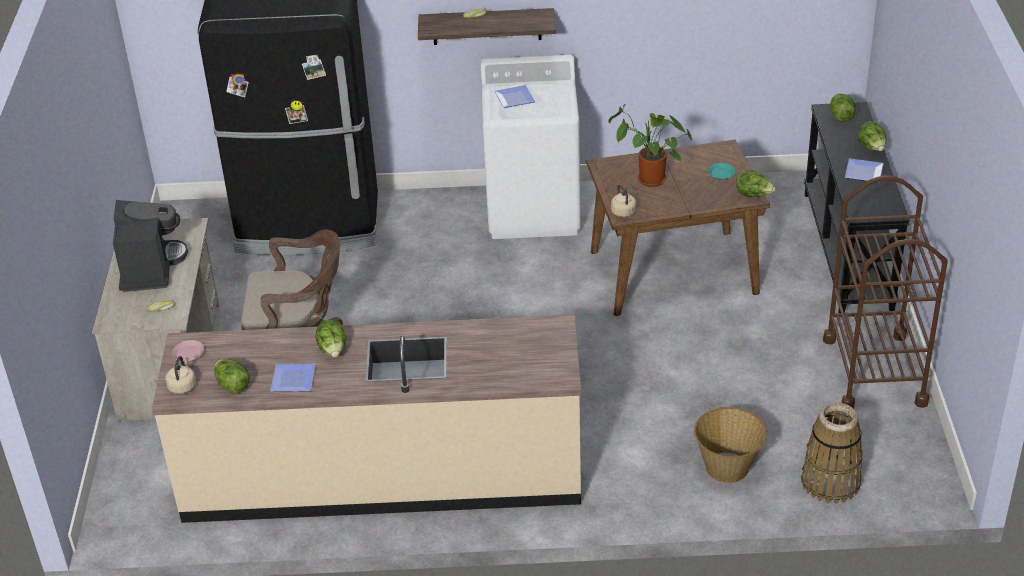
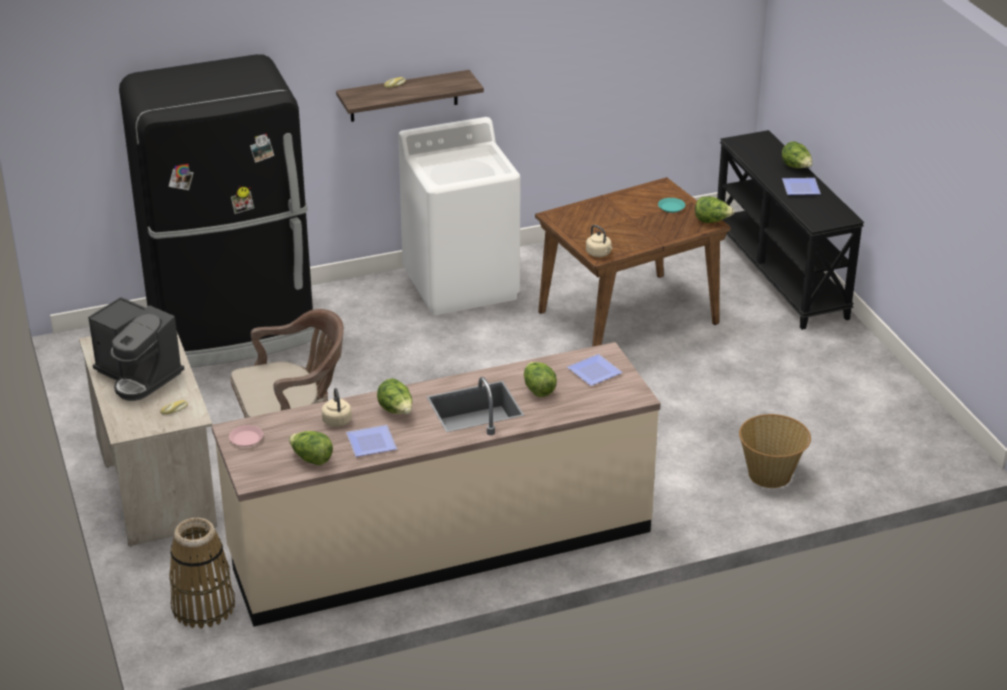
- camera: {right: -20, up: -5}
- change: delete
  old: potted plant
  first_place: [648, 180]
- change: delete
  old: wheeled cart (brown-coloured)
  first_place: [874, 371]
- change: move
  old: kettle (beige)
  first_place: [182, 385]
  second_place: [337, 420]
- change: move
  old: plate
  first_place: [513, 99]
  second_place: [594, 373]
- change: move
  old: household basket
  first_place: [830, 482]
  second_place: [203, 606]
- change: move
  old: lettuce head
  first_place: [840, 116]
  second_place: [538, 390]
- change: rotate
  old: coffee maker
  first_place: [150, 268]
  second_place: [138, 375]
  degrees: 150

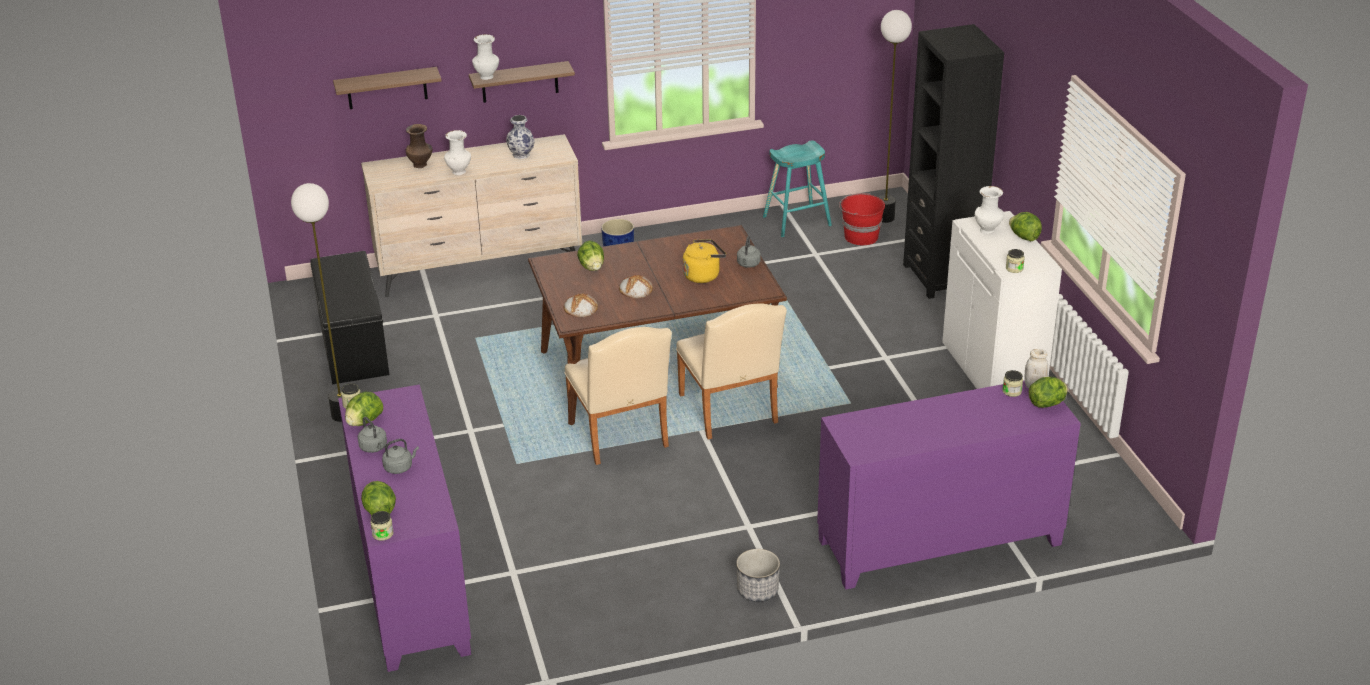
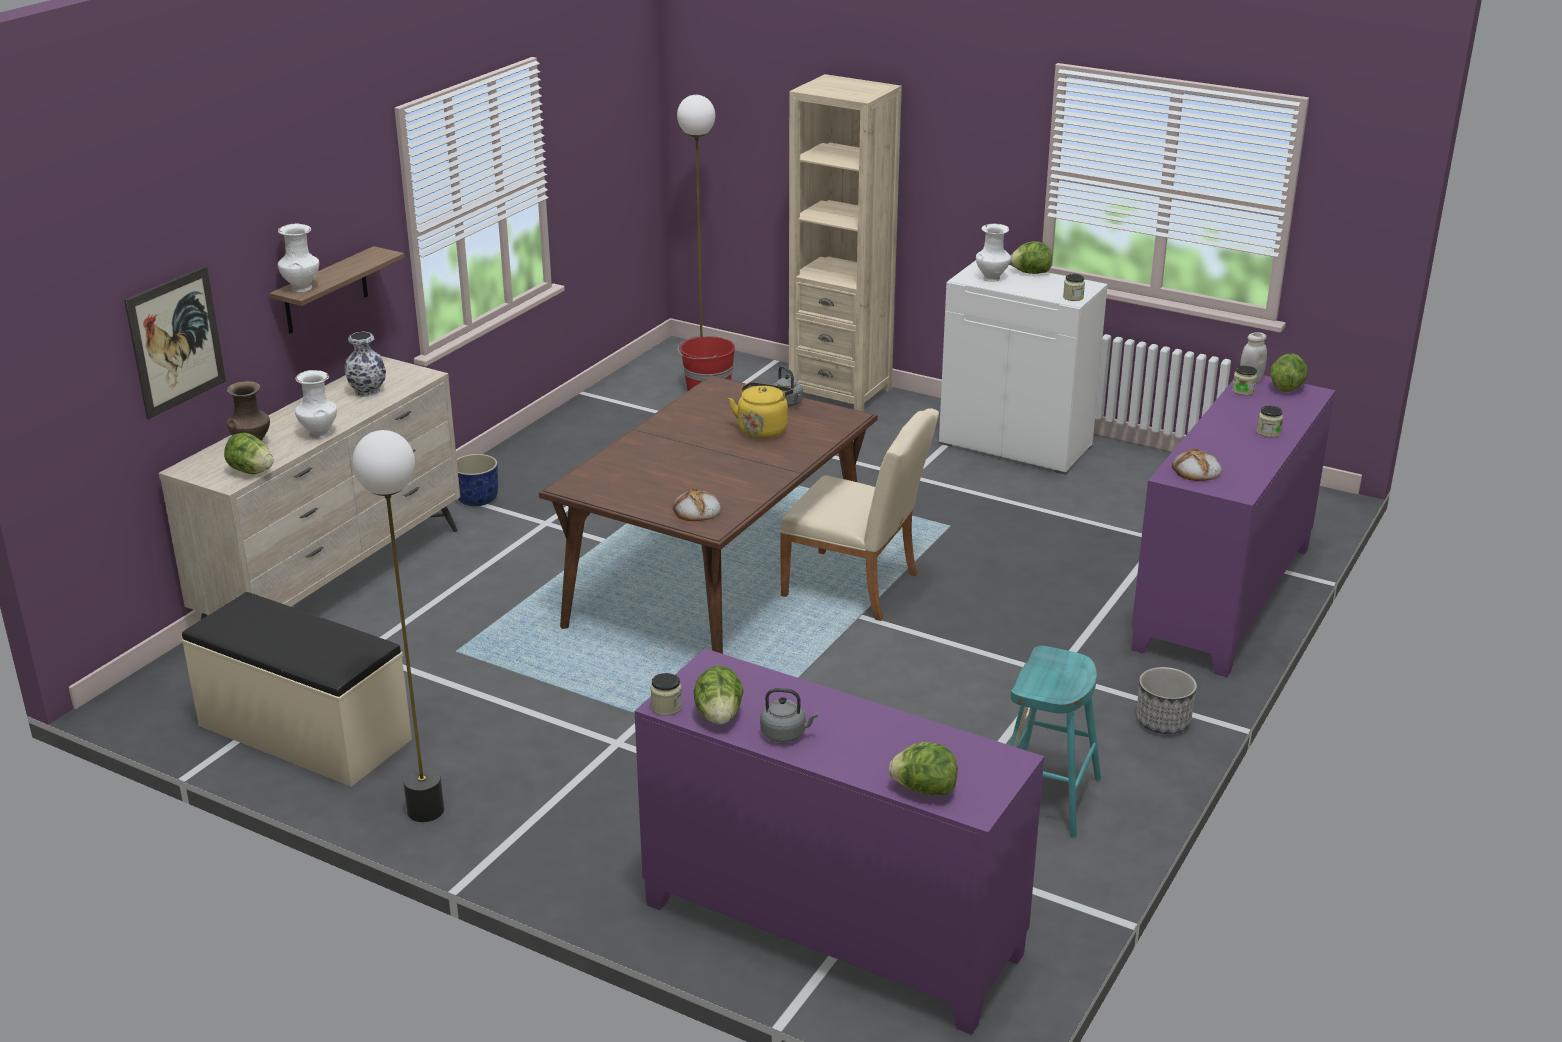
- camera: {right: -45, up: -5}
- change: delete
  old: kettle (grey)
  first_place: [400, 467]
- change: delete
  old: chair (beige)
  first_place: [620, 437]
- change: move
  old: storage jar
  first_place: [383, 534]
  second_place: [1268, 432]
- change: move
  old: lettuce head
  first_place: [592, 267]
  second_place: [251, 471]
- change: move
  old: bakery bread
  first_place: [635, 290]
  second_place: [1195, 471]
- change: move
  old: stool seat (blue-green)
  first_place: [797, 221]
  second_place: [1046, 797]
- change: replace
  old: bracket shelf
  new: picture
  first_place: [387, 88]
  second_place: [176, 341]
- change: recolor
  old: indoor bench (black)
  new: indoor bench (beige)
  first_place: [352, 345]
  second_place: [303, 733]
- change: recolor
  old: shelving unit (black)
  new: shelving unit (beige)
  first_place: [942, 277]
  second_place: [840, 392]

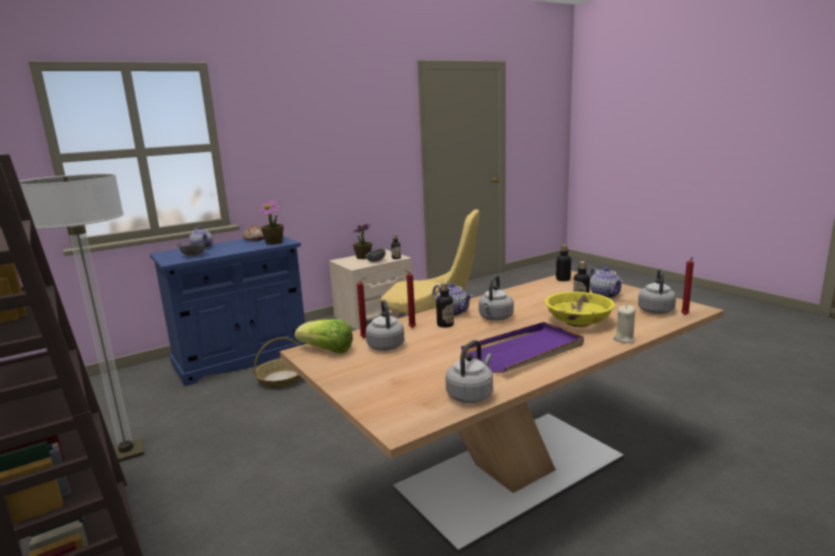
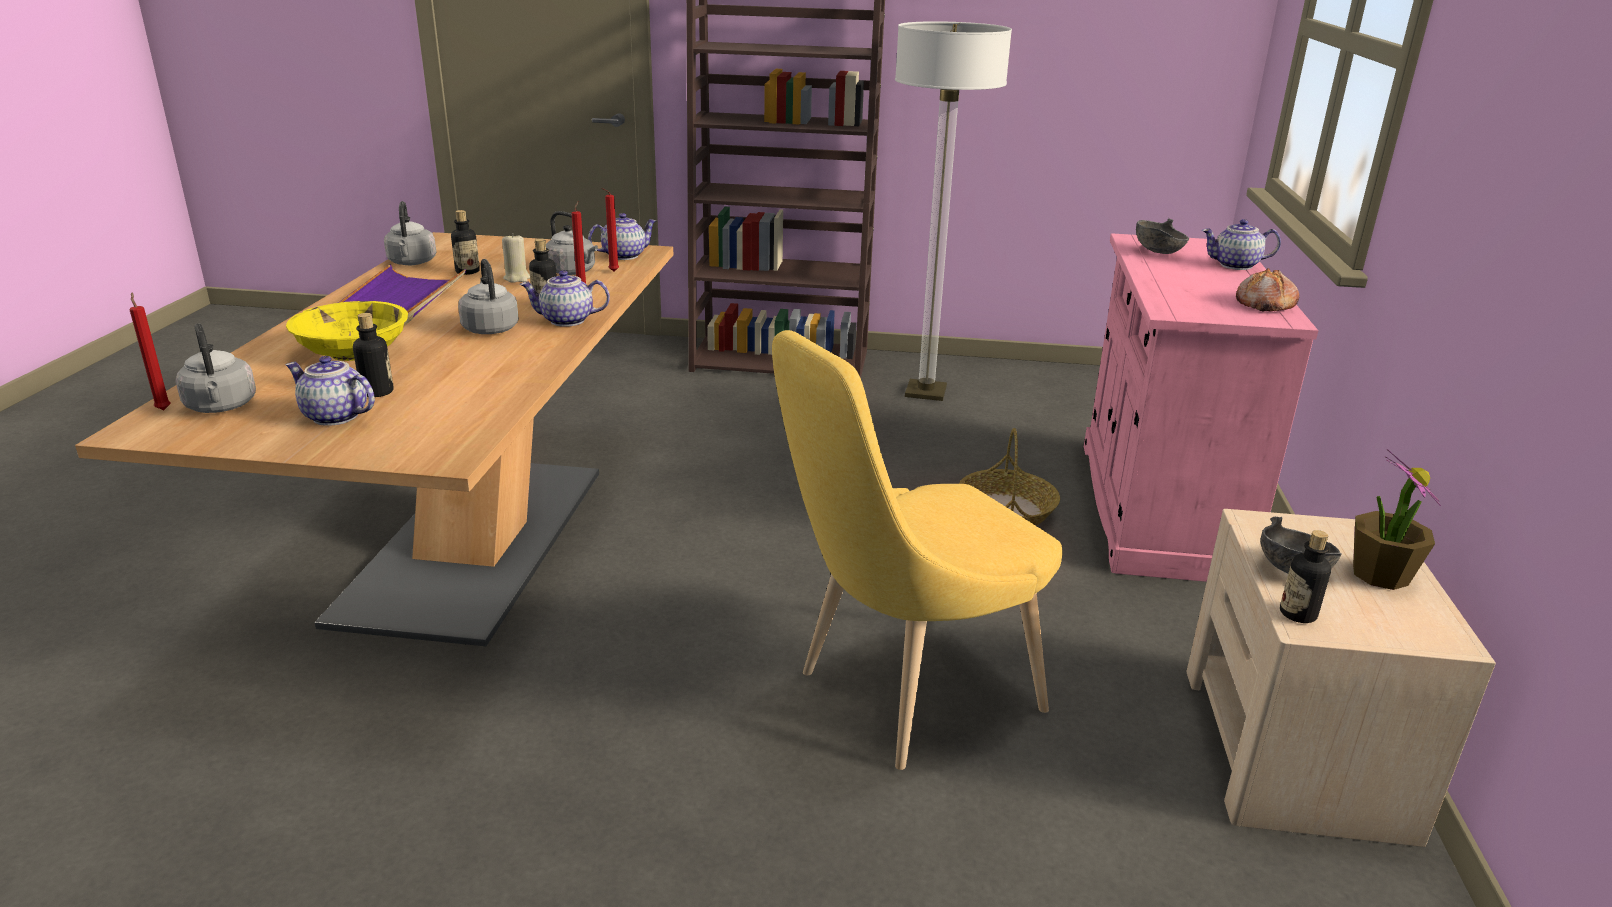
- camera: {right: 130, up: 10}
- change: delete
  old: potted plant
  first_place: [274, 242]
- change: move
  old: beverage bottle
  first_place: [563, 279]
  second_place: [467, 271]
- change: move
  old: wax candle (beige)
  first_place: [624, 339]
  second_place: [517, 278]
- change: replace
  old: lettuce head
  new: pot for tea
  first_place: [327, 350]
  second_place: [624, 255]
- change: recolor
  old: cabinet (blue)
  new: cabinet (pink)
  first_place: [242, 357]
  second_place: [1157, 508]

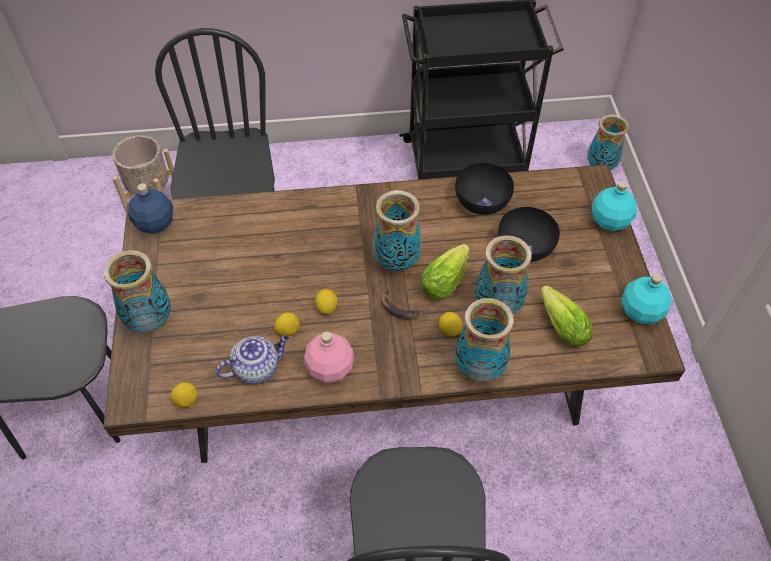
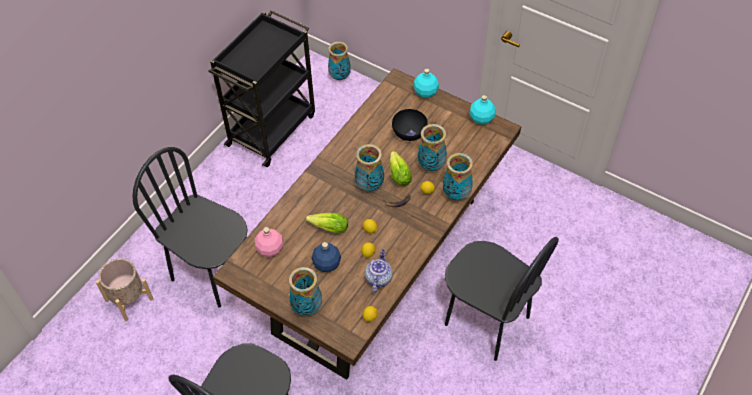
- camera: {right: -50, up: 0}
- change: delete
  old: bowl (black)
  first_place: [482, 201]
- change: move
  old: beverage bottle (blue)
  first_place: [155, 223]
  second_place: [326, 264]
- change: move
  old: beverage bottle (pink)
  first_place: [330, 367]
  second_place: [270, 249]
- change: move
  old: lettuce head
  first_place: [560, 323]
  second_place: [327, 227]

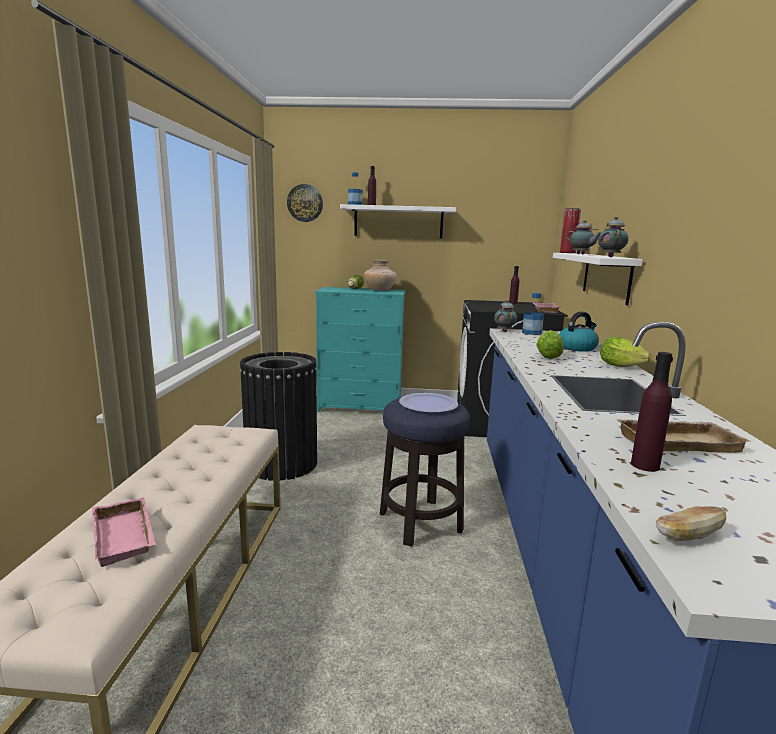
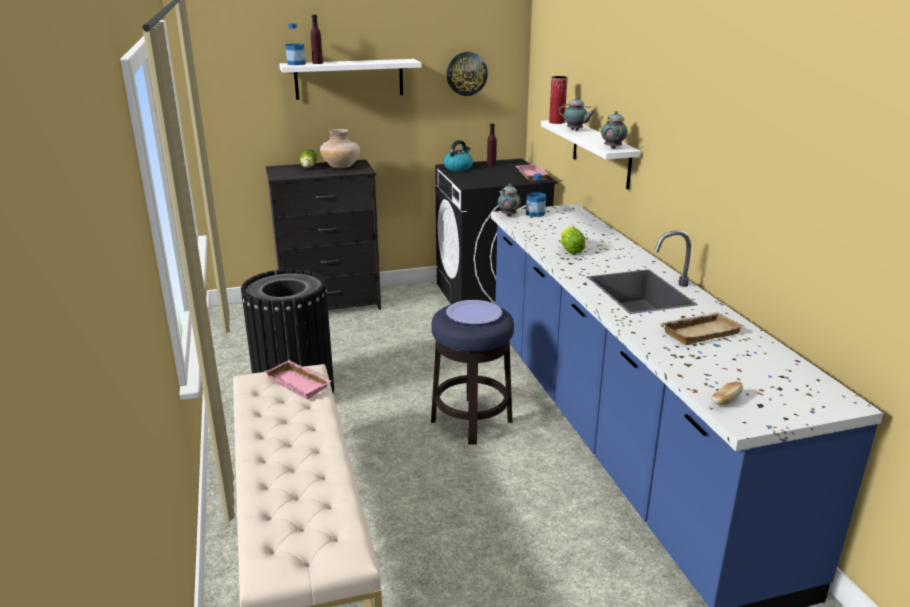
- camera: {right: -20, up: 10}
- change: delete
  old: lettuce head
  first_place: [623, 367]
- change: delete
  old: beverage bottle (purplish)
  first_place: [645, 465]
- change: move
  old: carrying tray (pink)
  first_place: [126, 536]
  second_place: [300, 383]
- change: move
  old: clock on the wall
  first_place: [305, 203]
  second_place: [466, 73]
- change: move
  old: kettle
  first_place: [577, 348]
  second_place: [458, 168]
- change: recolor
  old: chest of drawers (blue-green)
  new: chest of drawers (black)
  first_place: [361, 407]
  second_place: [331, 305]

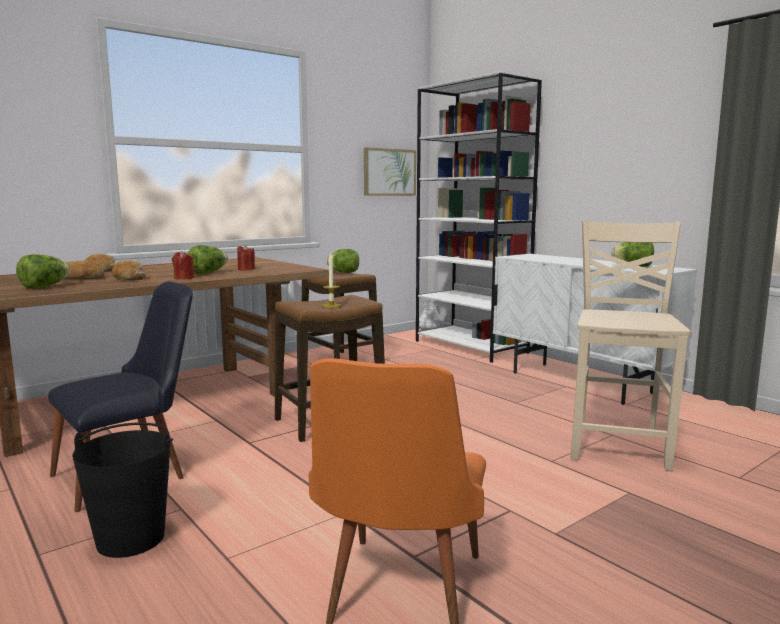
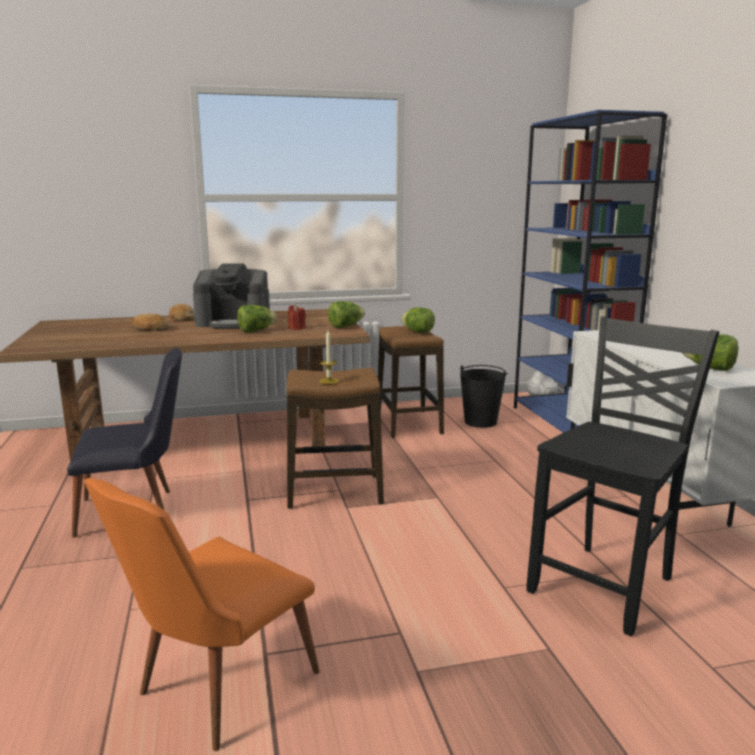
- camera: {right: 25, up: 5}
- change: delete
  old: bakery bread
  first_place: [128, 278]
- change: delete
  old: wax candle (red)
  first_place: [184, 278]
- change: delete
  old: picture
  first_place: [389, 172]
- change: insert
  new: coffee maker
  second_place: [234, 322]
- change: move
  old: lettuce head
  first_place: [44, 287]
  second_place: [346, 326]
- change: move
  old: bucket (black)
  first_place: [131, 538]
  second_place: [481, 422]
- change: recolor
  old: shelving unit (whitish)
  new: shelving unit (blue)
  first_place: [471, 347]
  second_place: [568, 424]
- change: recolor
  old: chair (beige)
  new: chair (black)
  first_place: [618, 444]
  second_place: [605, 585]

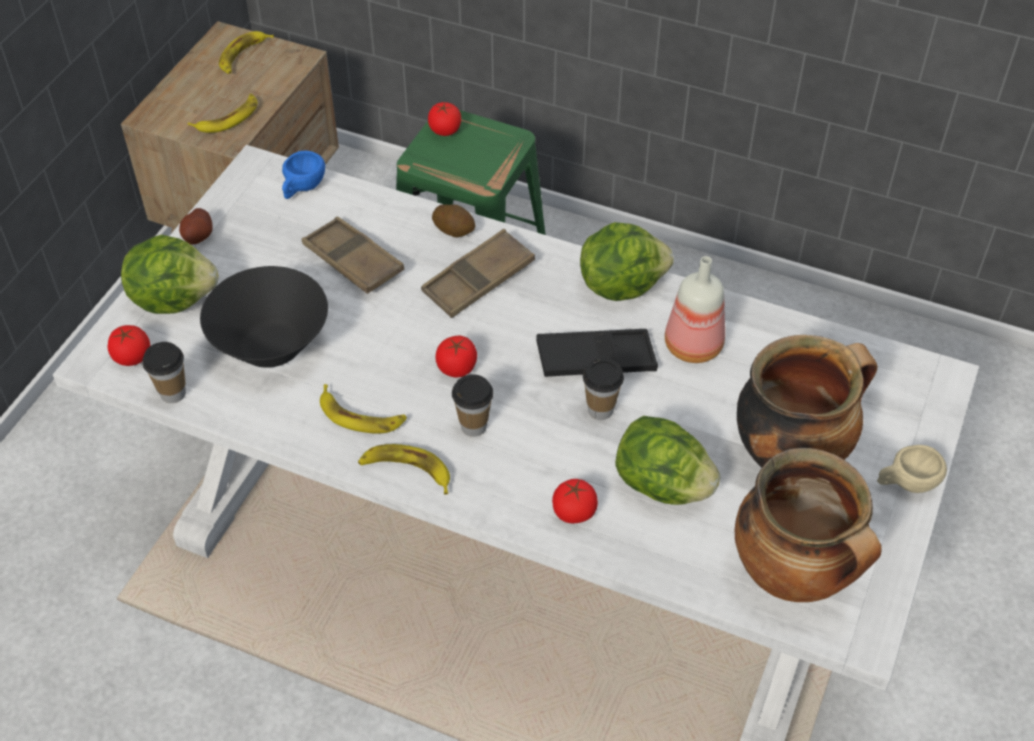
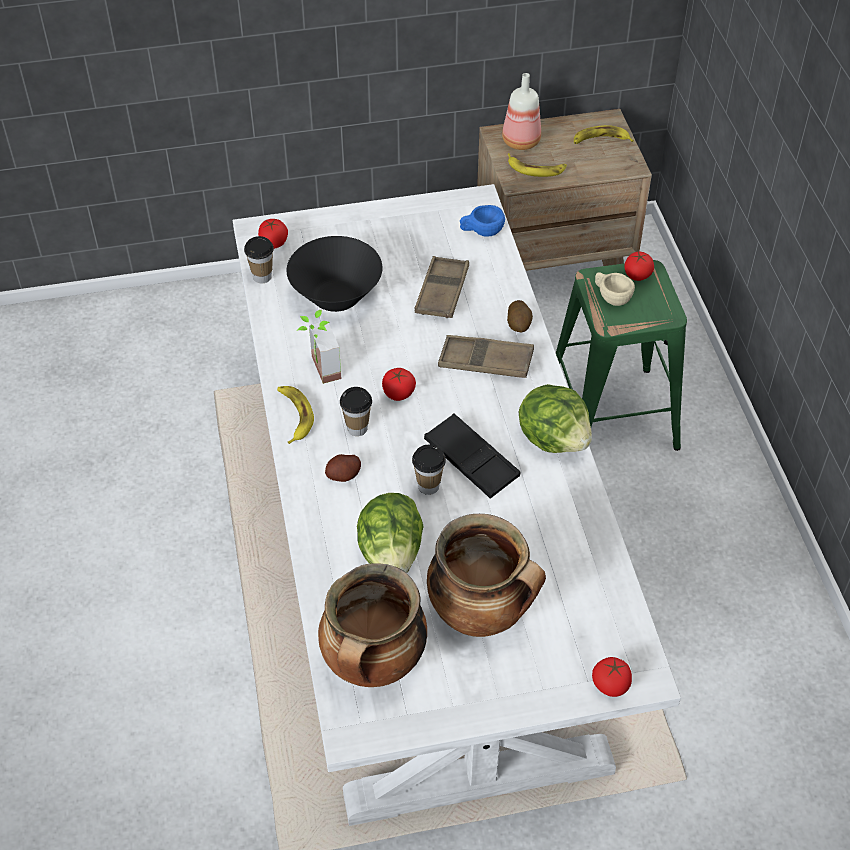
- camera: {right: 55, up: 0}
- change: delete
  old: lettuce head
  first_place: [174, 298]
- change: move
  old: potato
  first_place: [198, 236]
  second_place: [343, 475]
- change: move
  old: fresh tomato
  first_place: [574, 512]
  second_place: [610, 685]
- change: move
  old: beverage bottle
  first_place: [694, 347]
  second_place: [520, 142]
- change: move
  old: small cup (beige)
  first_place: [906, 483]
  second_place: [611, 297]
- change: replace
  old: banana fruit
  new: potted plant
  first_place: [361, 416]
  second_place: [318, 369]

